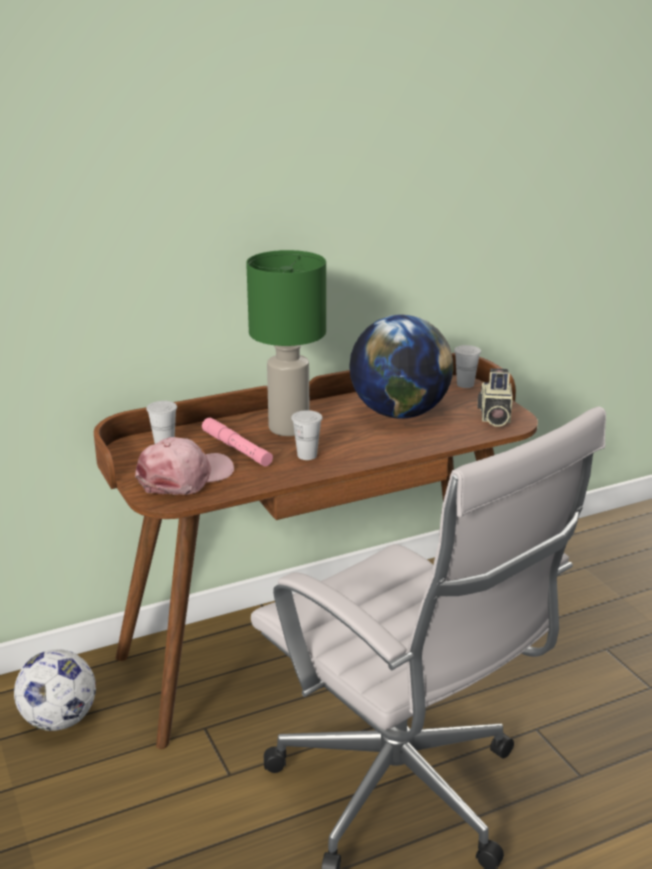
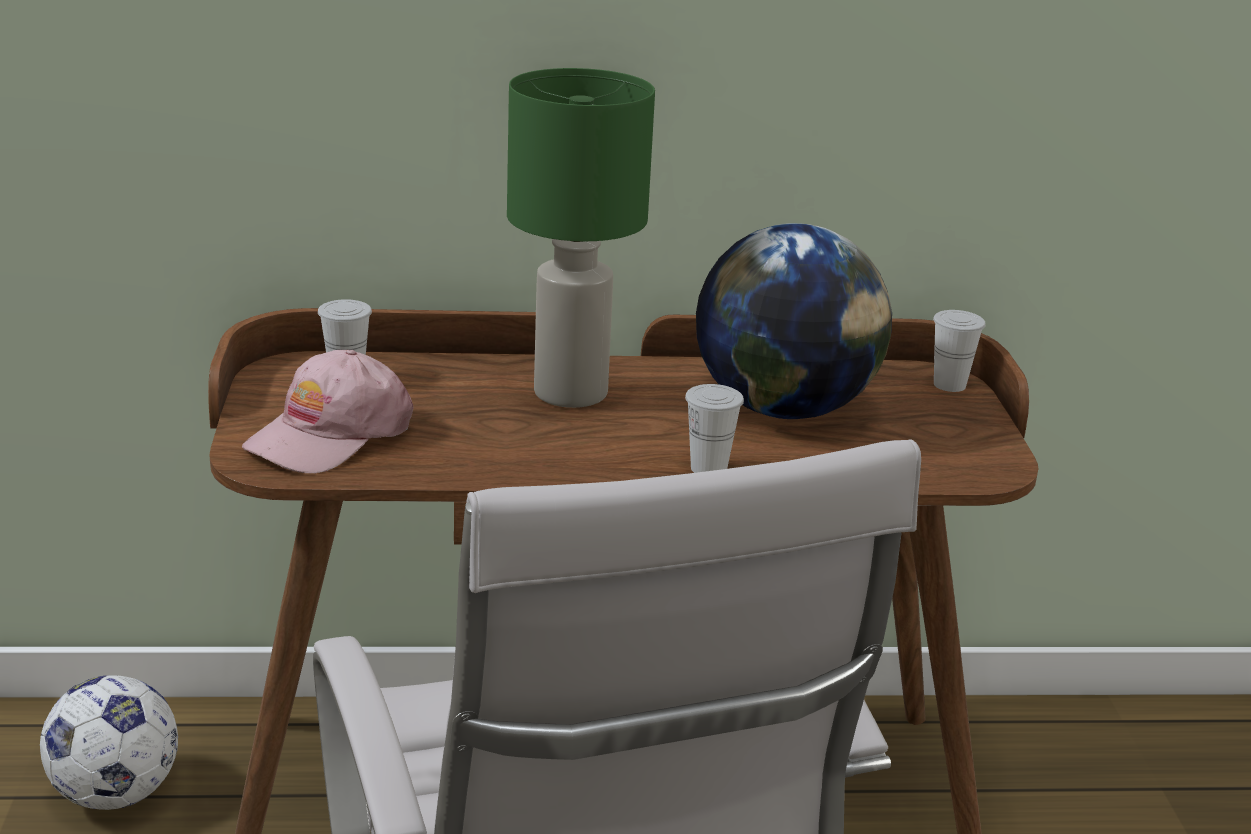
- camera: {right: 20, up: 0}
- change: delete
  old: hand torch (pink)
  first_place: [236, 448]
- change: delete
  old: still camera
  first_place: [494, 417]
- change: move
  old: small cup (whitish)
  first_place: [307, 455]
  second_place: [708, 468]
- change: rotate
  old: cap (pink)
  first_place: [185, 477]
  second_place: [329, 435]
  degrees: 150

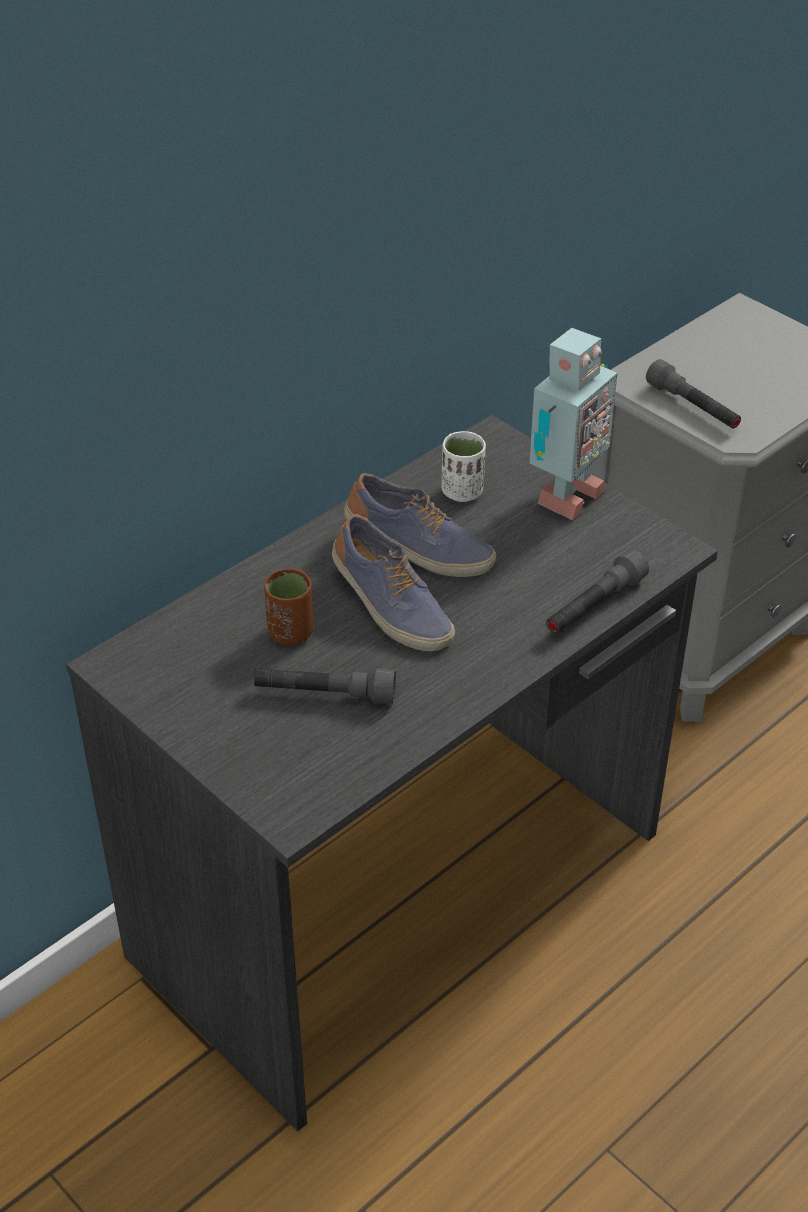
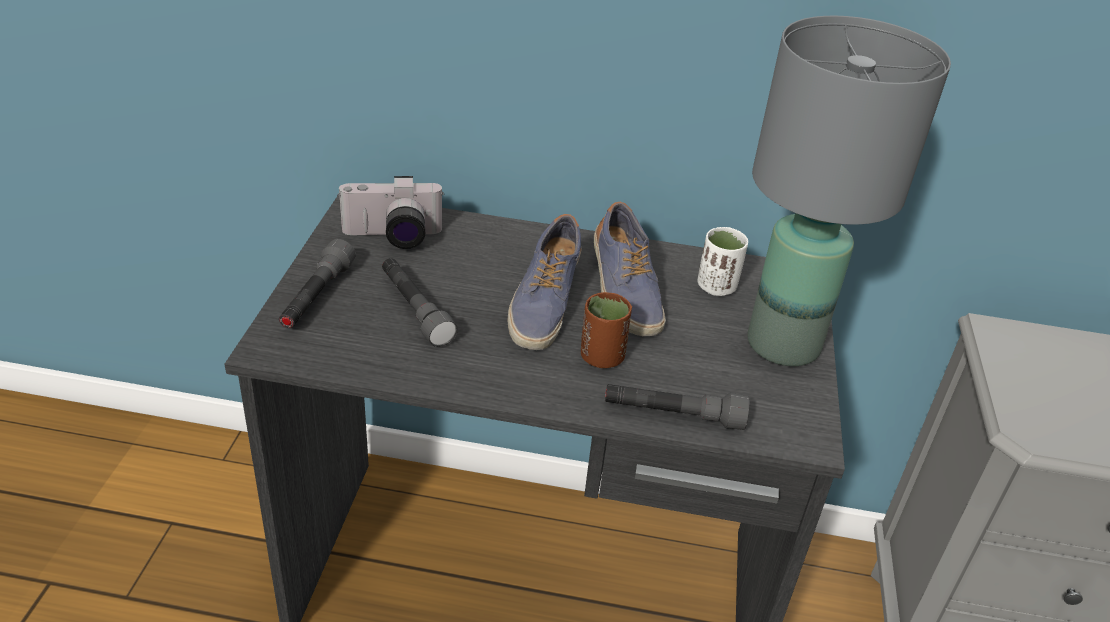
- camera: {right: 50, up: -5}
- change: insert
  new: still camera
  second_place: [392, 238]
- change: move
  old: small cup (brown-coloured)
  first_place: [290, 633]
  second_place: [601, 357]
- change: move
  old: hand torch (grey)
  first_place: [693, 407]
  second_place: [316, 297]
- change: replace
  old: toy robot
  new: tabletop lamp (grey)
  first_place: [564, 497]
  second_place: [784, 343]

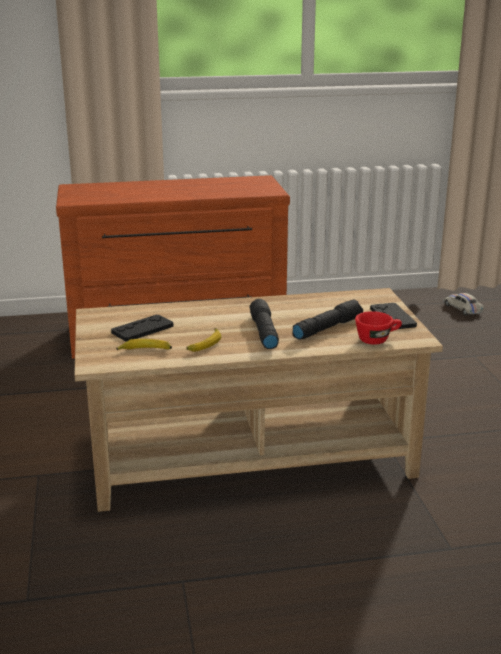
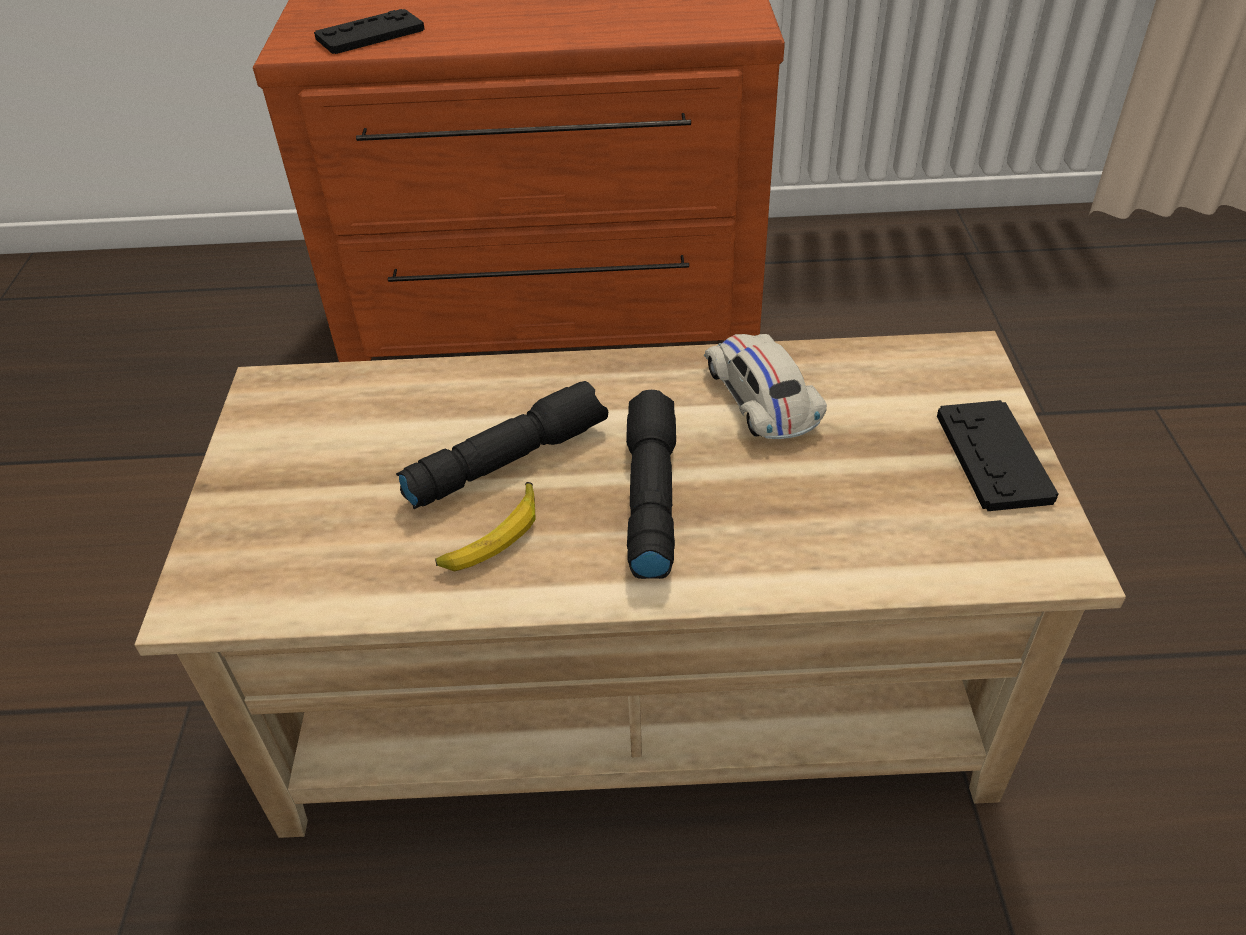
- camera: {right: 10, up: 20}
- change: delete
  old: banana fruit
  first_place: [145, 350]
- change: delete
  old: small cup (red)
  first_place: [377, 339]
- change: move
  old: gamepad (black)
  first_place: [142, 329]
  second_place: [370, 34]
- change: move
  old: hand torch (black)
  first_place: [327, 328]
  second_place: [507, 459]
- change: move
  old: miniature car (whitish)
  first_place: [462, 309]
  second_place: [761, 397]

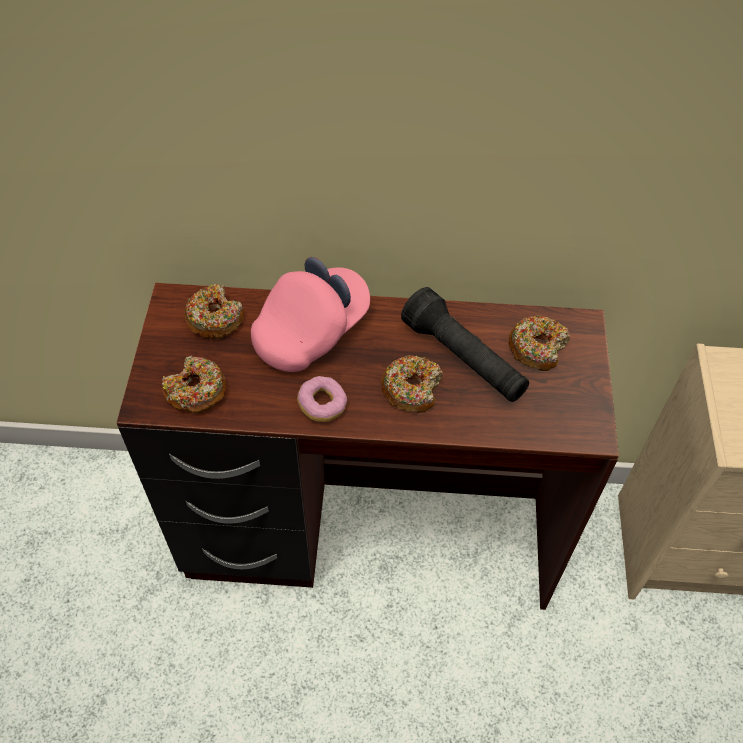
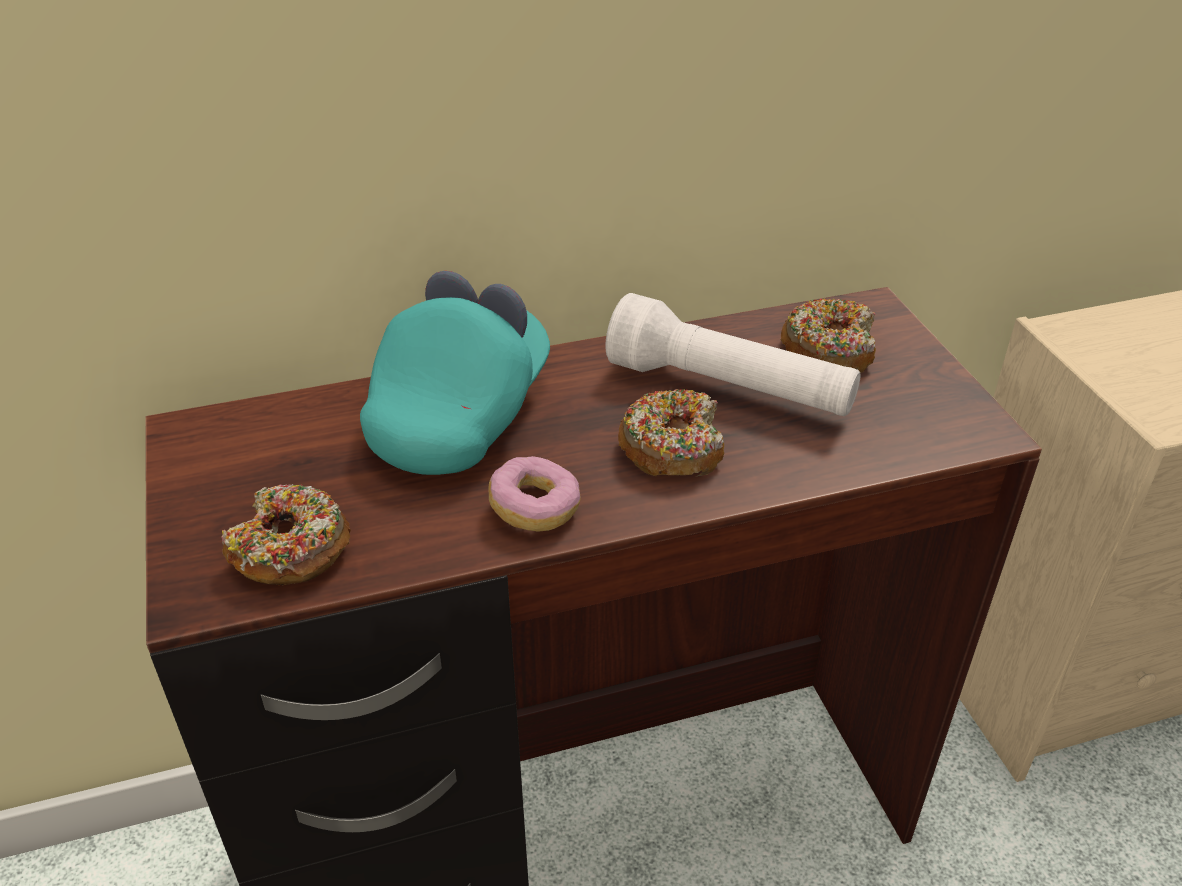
- camera: {right: -20, up: -15}
- change: delete
  old: donut
  first_place: [215, 318]
- change: recolor
  old: cap (pink)
  new: cap (blue-green)
  first_place: [312, 331]
  second_place: [461, 414]
- change: recolor
  old: hand torch (black)
  new: hand torch (whitish)
  first_place: [464, 359]
  second_place: [729, 389]

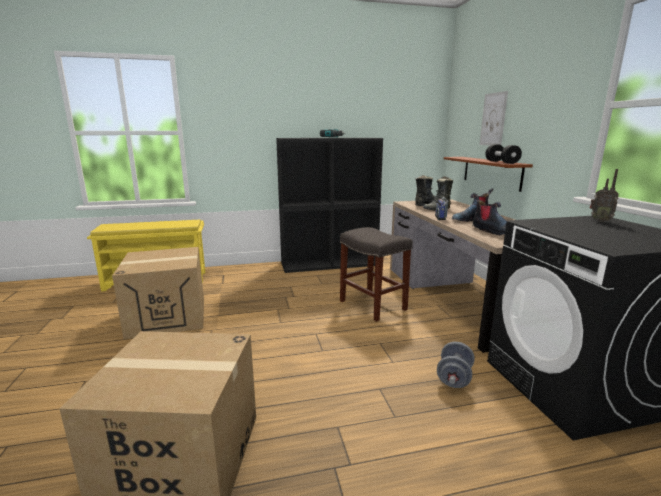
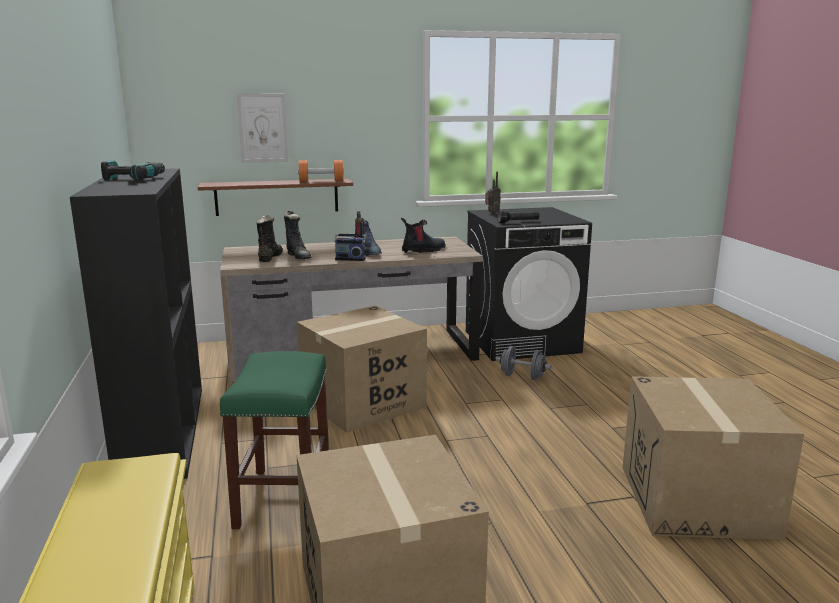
- camera: {right: -90, up: 0}
- change: insert
  new: stool seat (green)
  second_place: [283, 497]
- change: insert
  new: hand torch (black)
  second_place: [518, 222]
- change: replace
  old: stool seat (grey)
  new: cardboard box
  first_place: [371, 305]
  second_place: [362, 402]
- change: recolor
  old: dumbbell (black)
  new: dumbbell (orange)
  first_place: [501, 162]
  second_place: [321, 181]

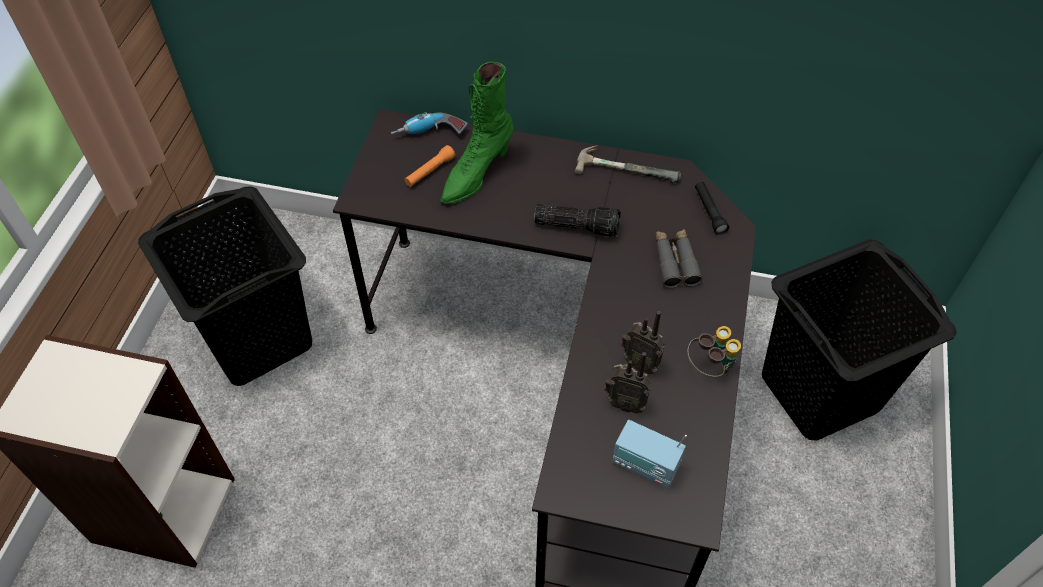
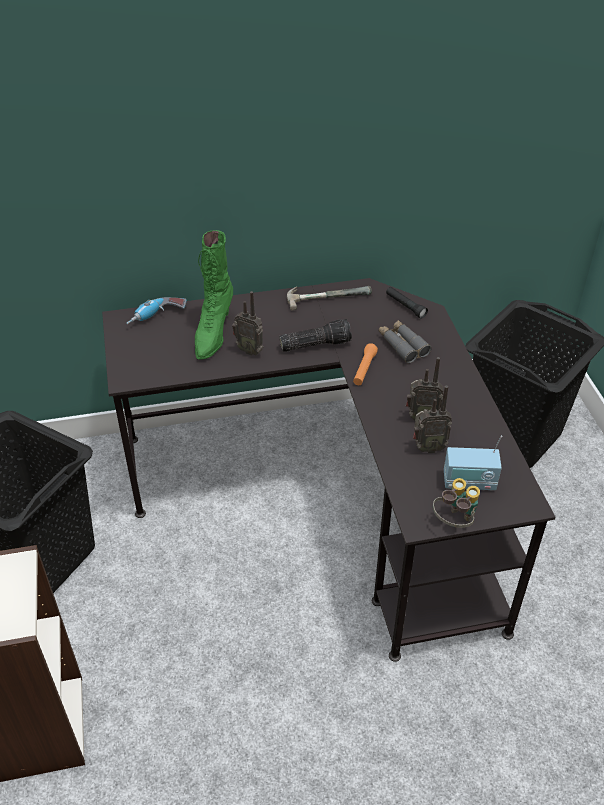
- camera: {right: -25, up: -10}
- change: insert
  new: radio
  second_place: [250, 350]
- change: move
  old: hand torch (orange)
  first_place: [430, 171]
  second_place: [364, 369]
- change: move
  old: binoculars
  first_place: [709, 368]
  second_place: [454, 522]

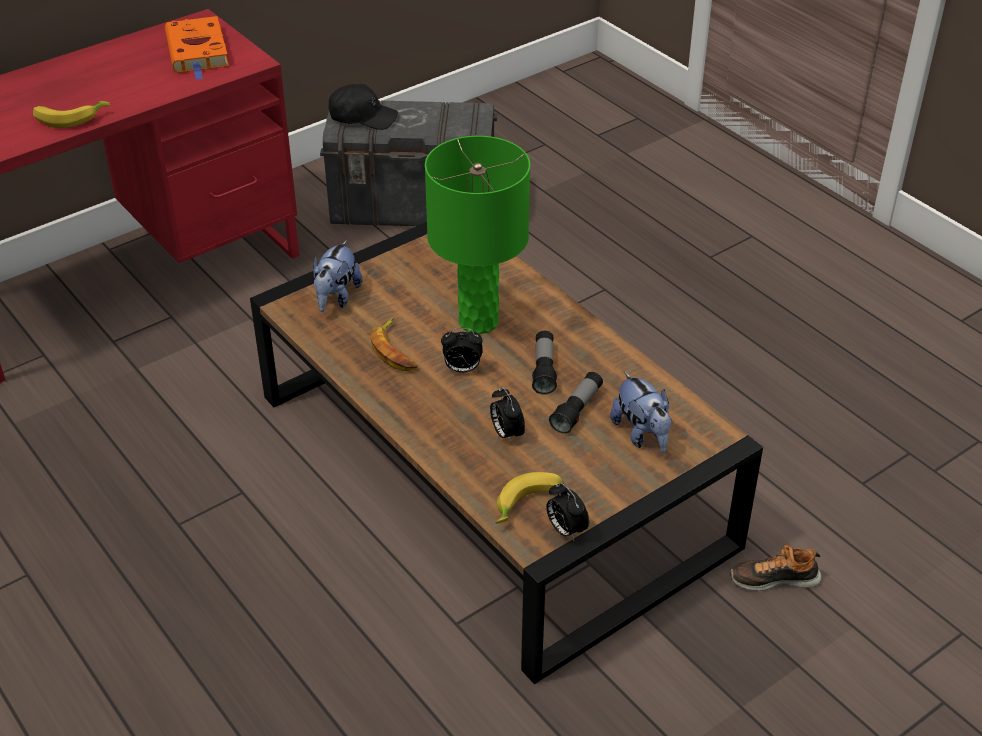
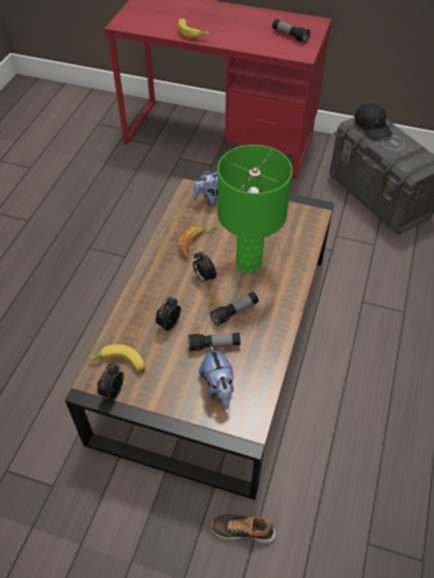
- camera: {right: 55, up: 10}
- change: replace
  old: volume (orange)
  new: hand torch
  first_place: [198, 52]
  second_place: [290, 36]
- change: rotate
  old: soft toy
  first_place: [642, 434]
  second_place: [218, 388]
  degrees: -45
- change: rotate
  old: shoe
  first_place: [774, 578]
  second_place: [243, 529]
  degrees: -45

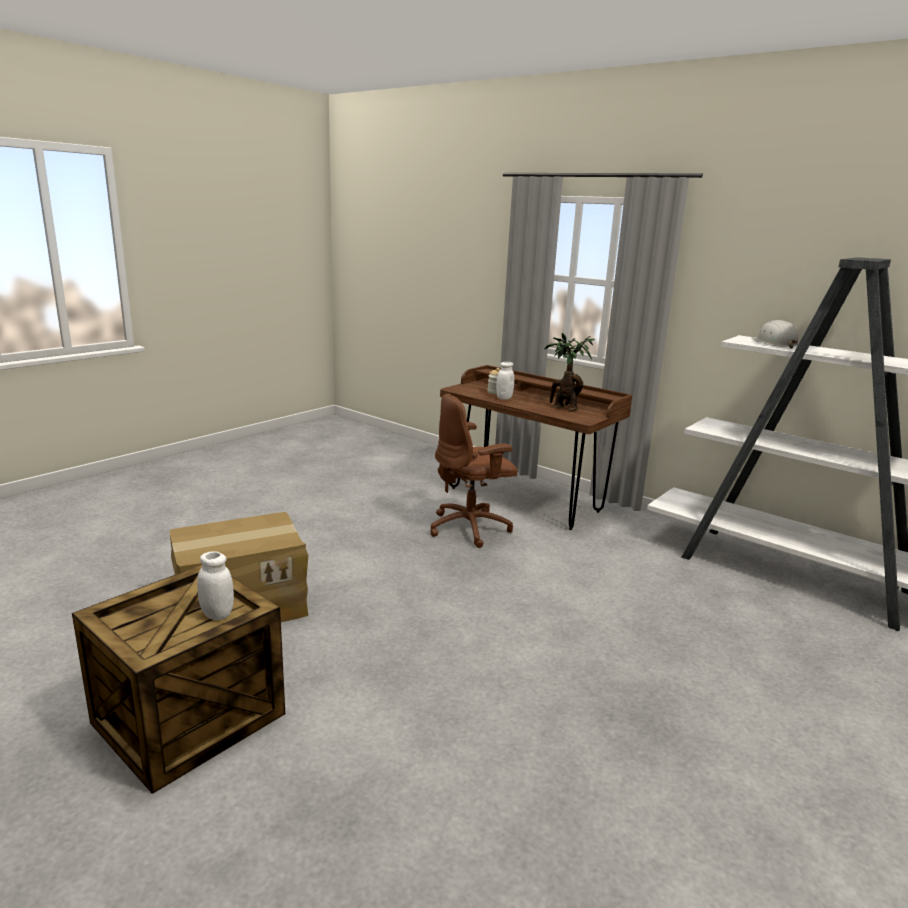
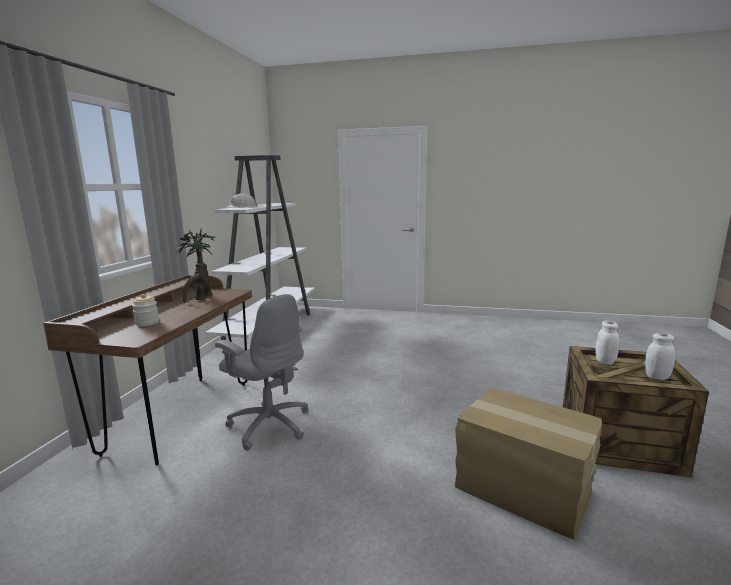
- camera: {right: -115, up: -5}
- change: move
  old: storage jar (whitish)
  first_place: [504, 398]
  second_place: [656, 377]
- change: recolor
  old: desk chair (brown-coloured)
  new: desk chair (grey)
  first_place: [470, 528]
  second_place: [269, 424]

